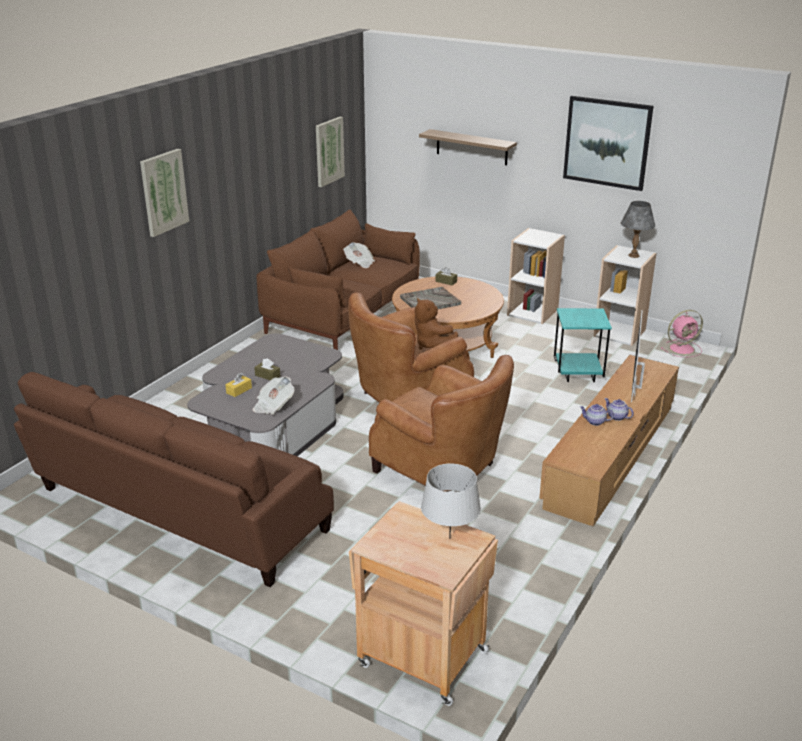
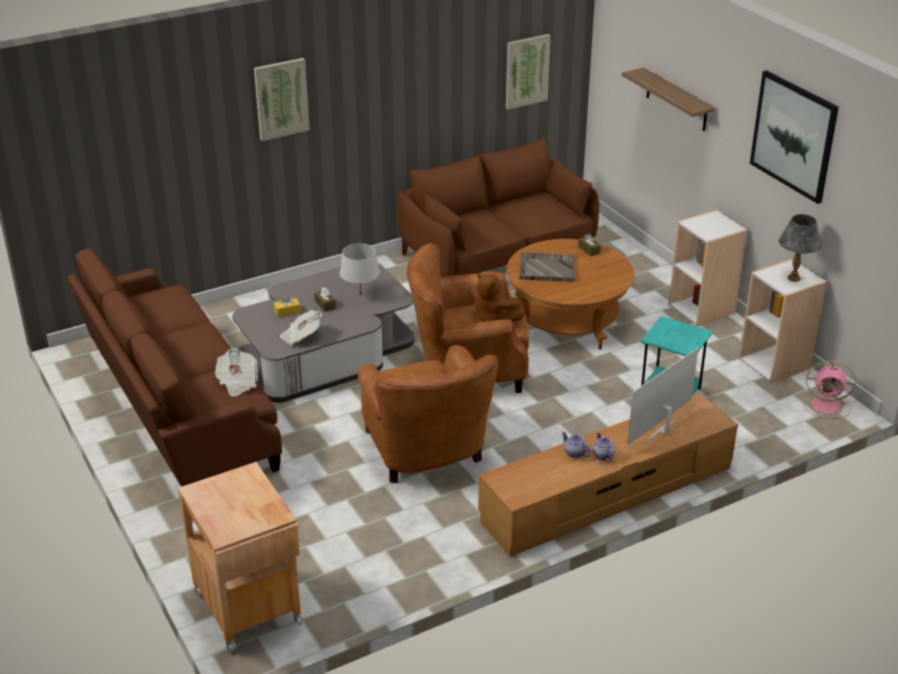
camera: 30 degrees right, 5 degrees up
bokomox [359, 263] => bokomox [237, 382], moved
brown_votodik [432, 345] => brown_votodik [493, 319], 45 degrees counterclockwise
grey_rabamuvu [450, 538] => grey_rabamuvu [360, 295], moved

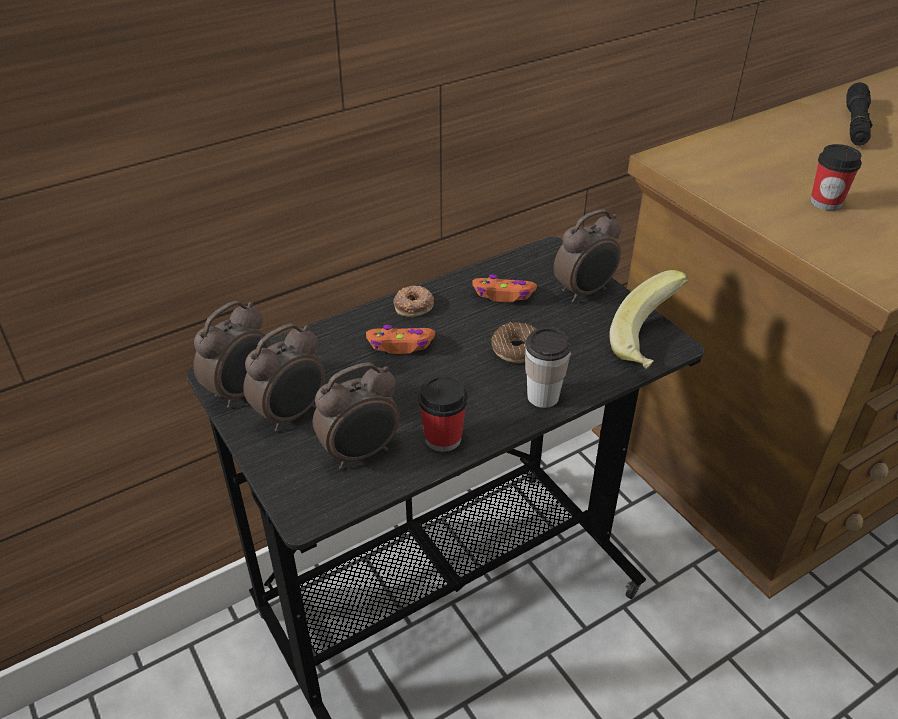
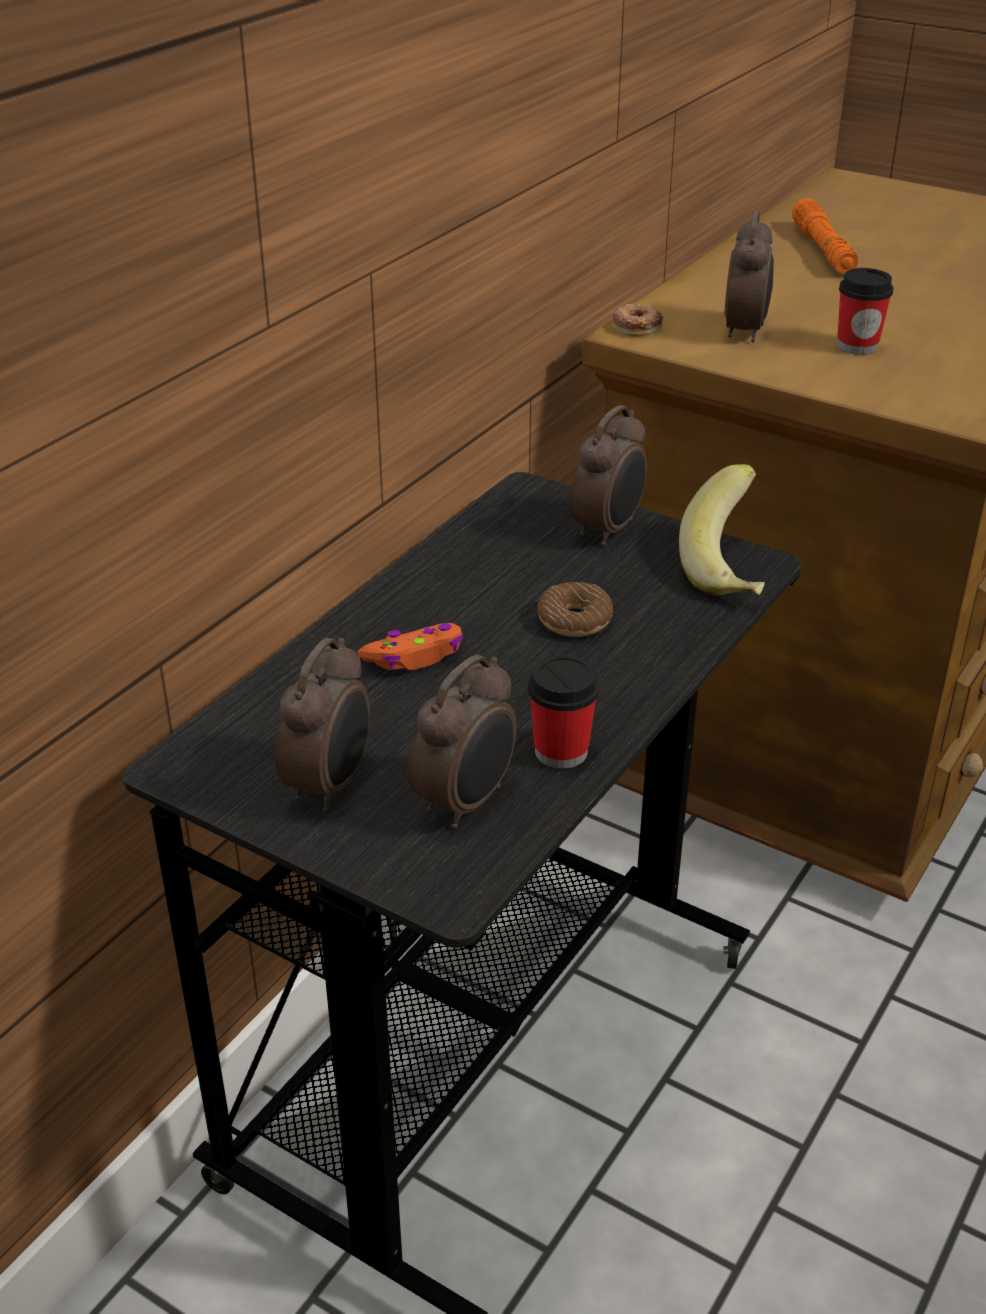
camera: 25 degrees left, 5 degrees down
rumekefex [242, 391] => rumekefex [745, 331], moved
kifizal [414, 305] => kifizal [637, 326], moved
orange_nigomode [503, 295] => nothing
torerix [543, 396] => nothing
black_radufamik [855, 124] => orange_radufamik [823, 250]

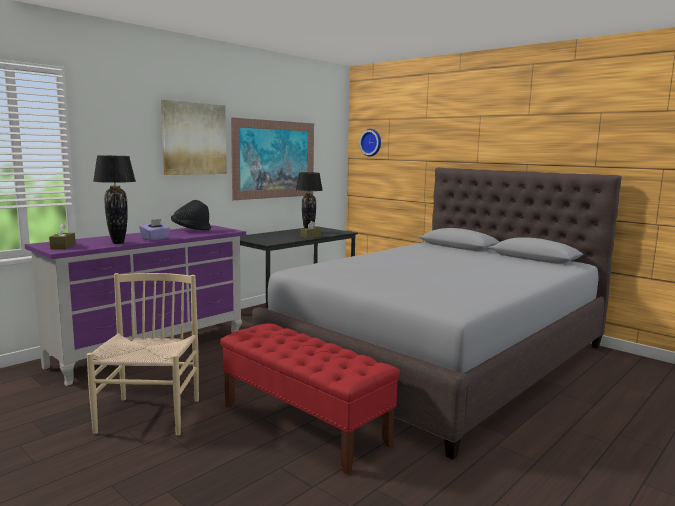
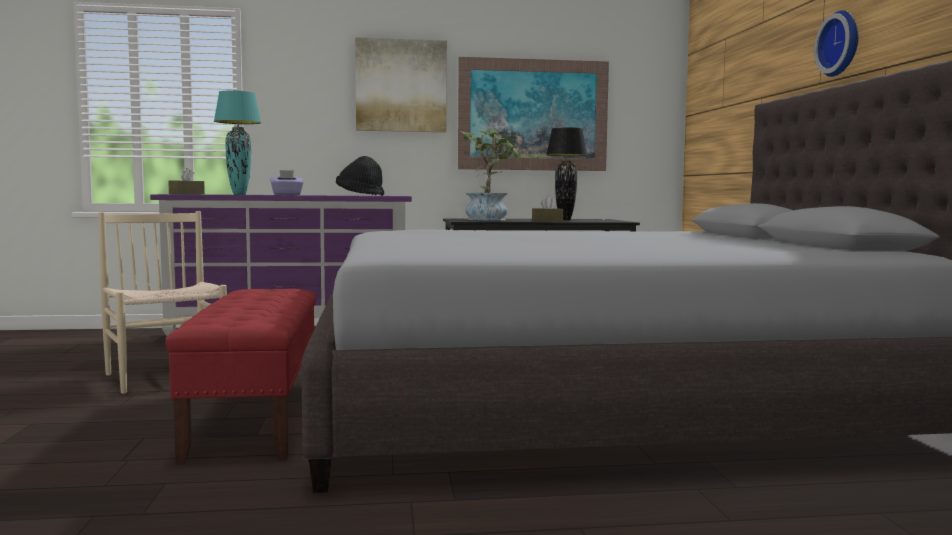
camera: 40 degrees right, 5 degrees down
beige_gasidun [151, 414] => beige_gasidun [165, 376], 75 degrees counterclockwise
black_rabamuvu [118, 243] => turquoise_rabamuvu [239, 194]
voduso [371, 142] => voduso [841, 44], moved
nothing => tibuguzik [490, 219]

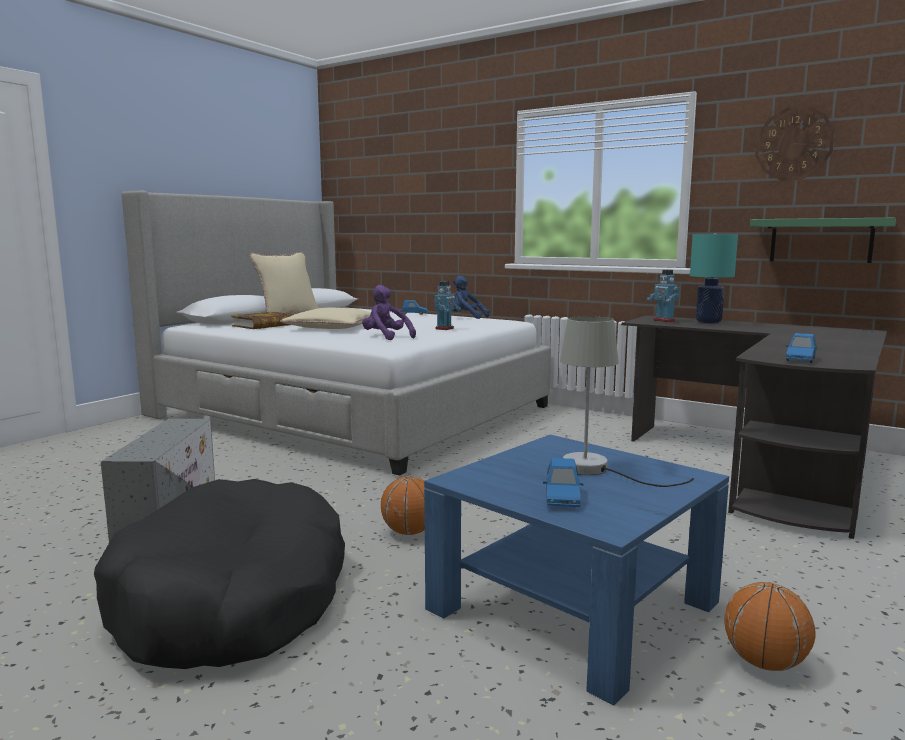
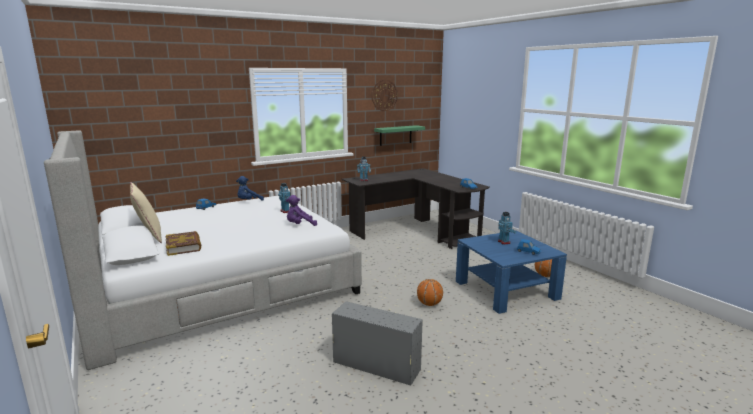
camera: 65 degrees left, 5 degrees up
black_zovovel [232, 599] => nothing
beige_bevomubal [332, 327] => nothing
grey_rabamuvu [598, 470] => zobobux [504, 242]
turquoise_rabamuvu [708, 322] => nothing

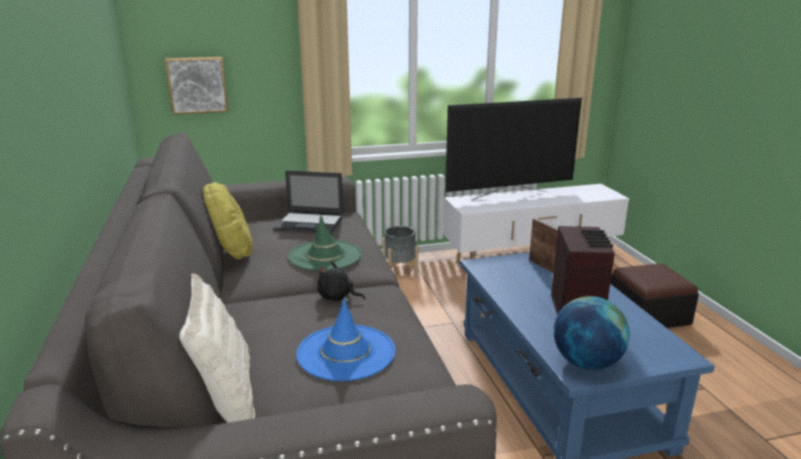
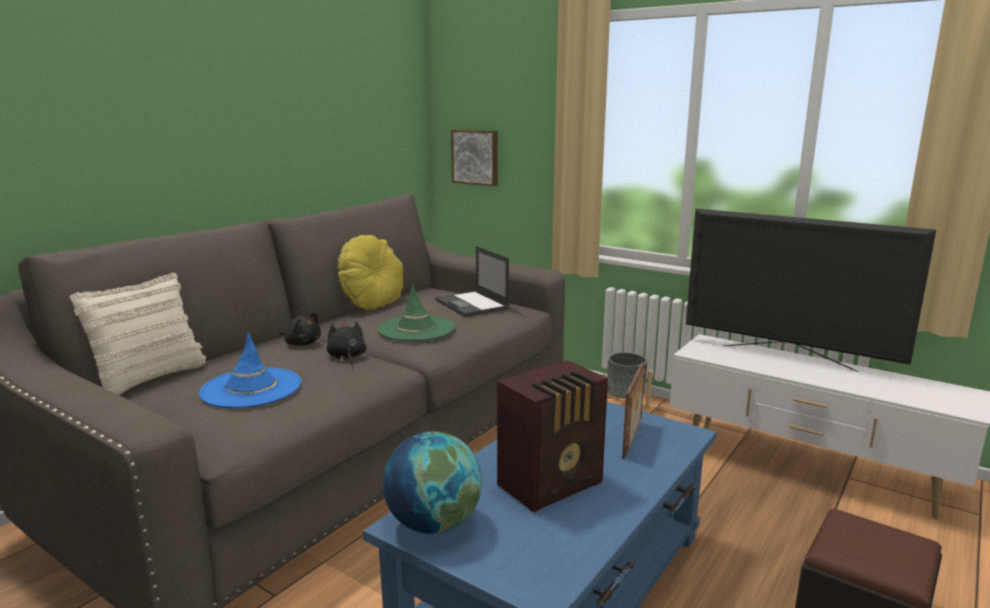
camera: 50 degrees right, 5 degrees down
nothing => black_votodik [302, 343]

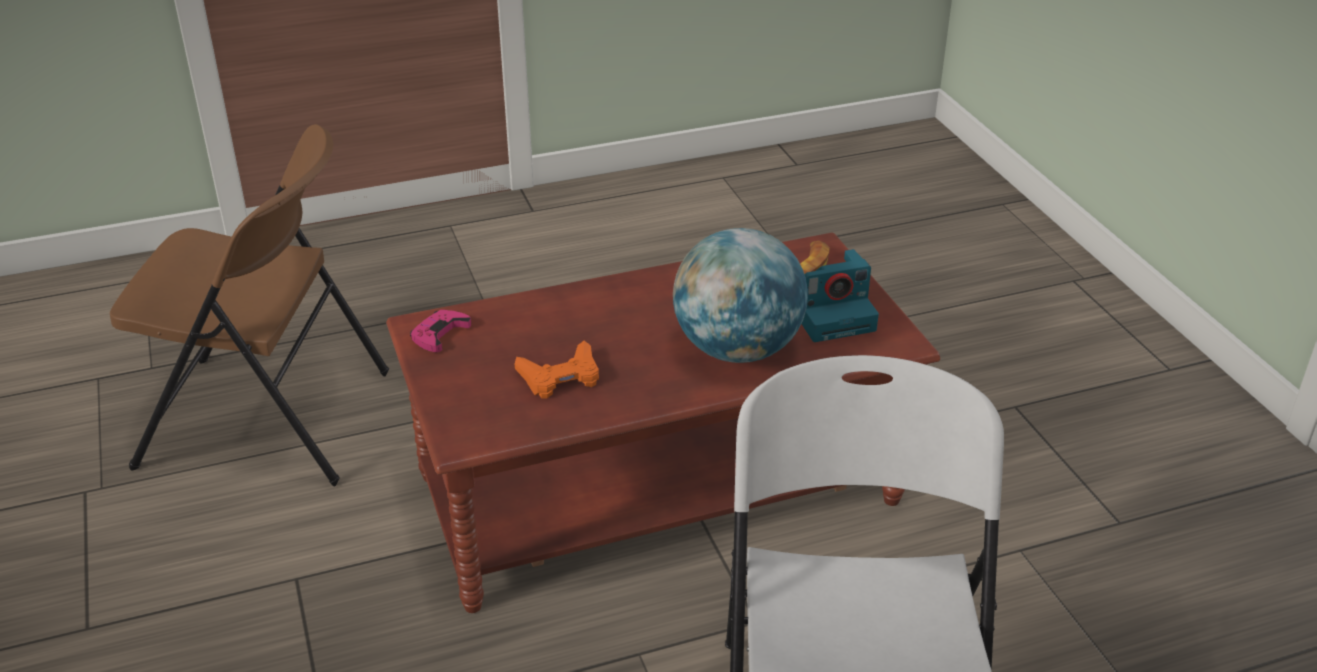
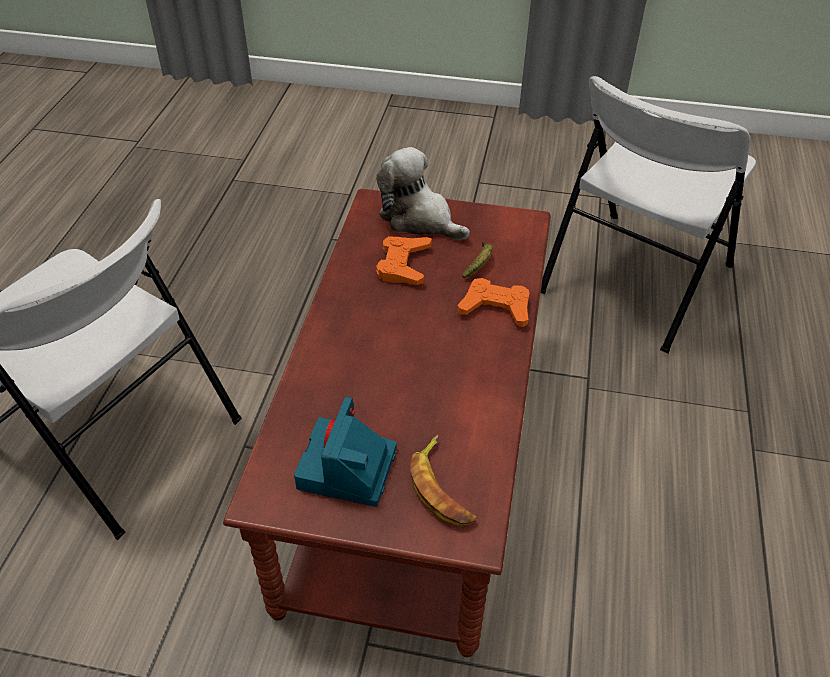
camera: 120 degrees right, 10 degrees up
brown_gasidun [265, 419] => white_gasidun [636, 278]
pink_nigomode [439, 334] => nothing
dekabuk [737, 349] => nothing
nothing => votodik [419, 219]
nothing => orange_nigomode [495, 308]
nothing => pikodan [479, 264]

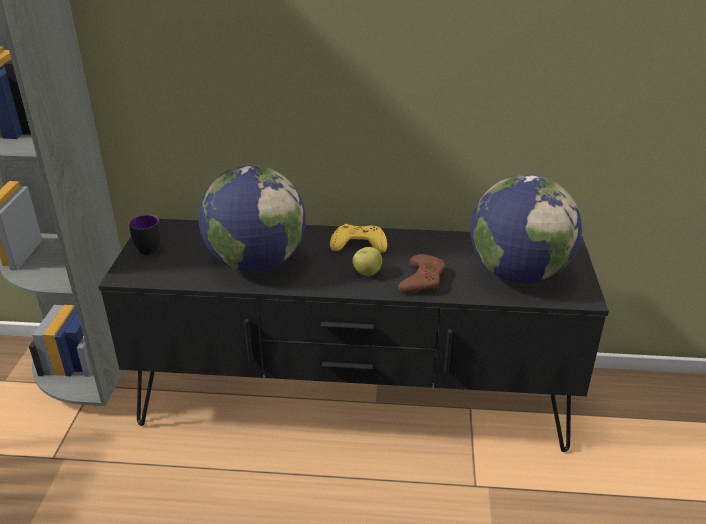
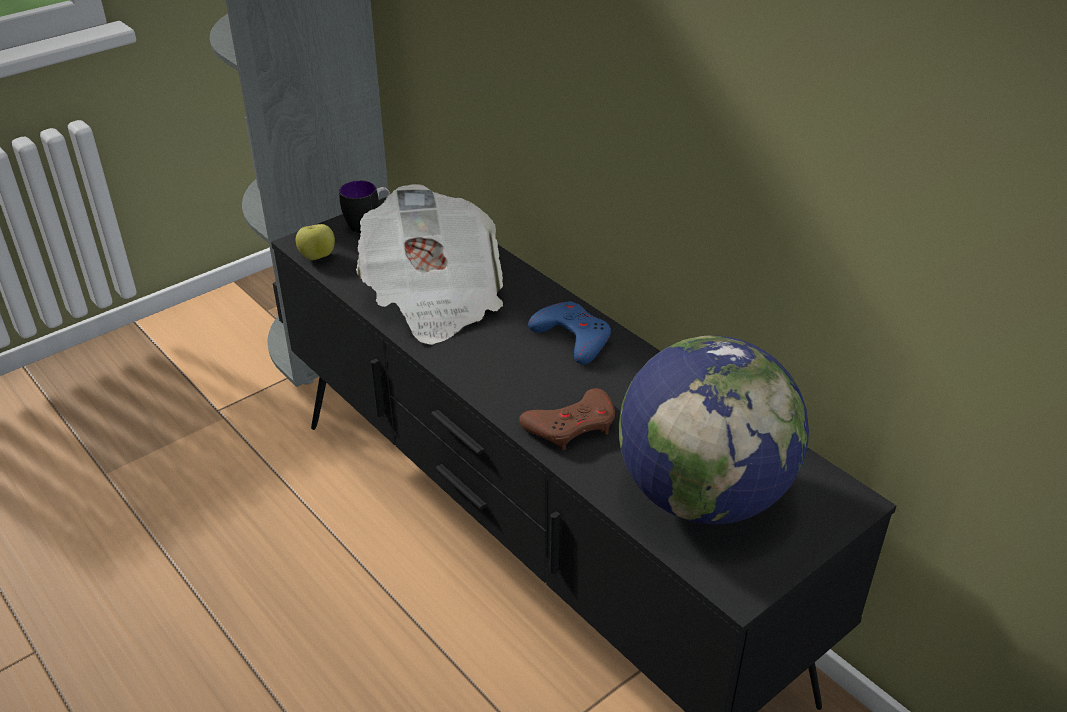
camera: 45 degrees right, 5 degrees up
dekabuk [256, 263] => bokomox [433, 298]
yellow_nigomode [358, 244] => blue_nigomode [572, 338]
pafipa [367, 273] => pafipa [317, 257], moved

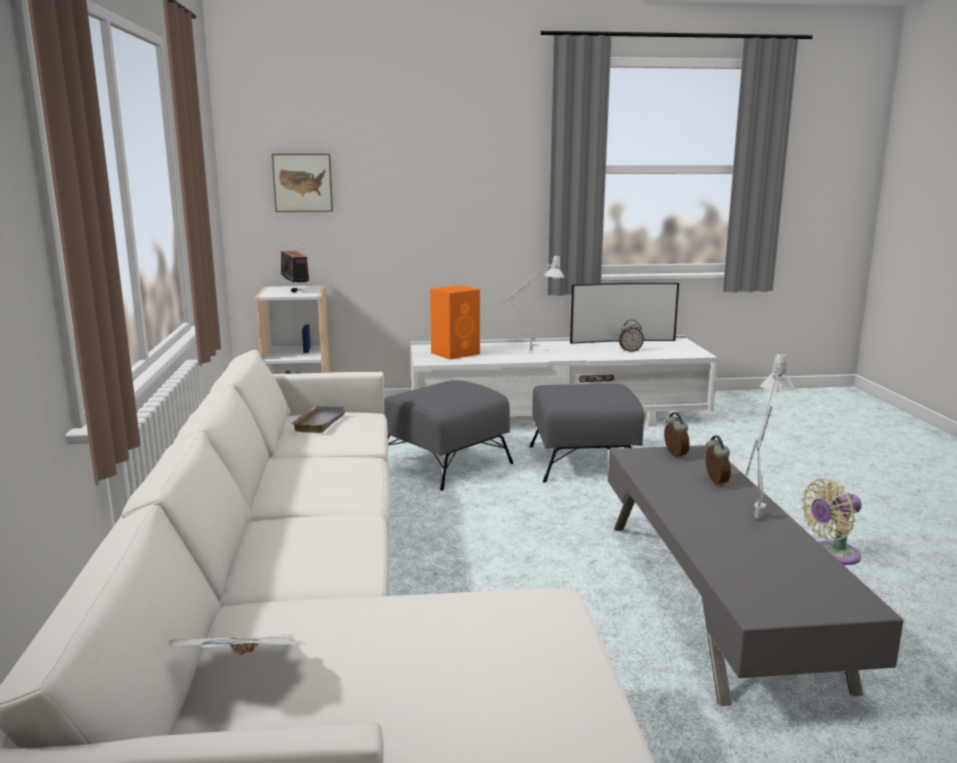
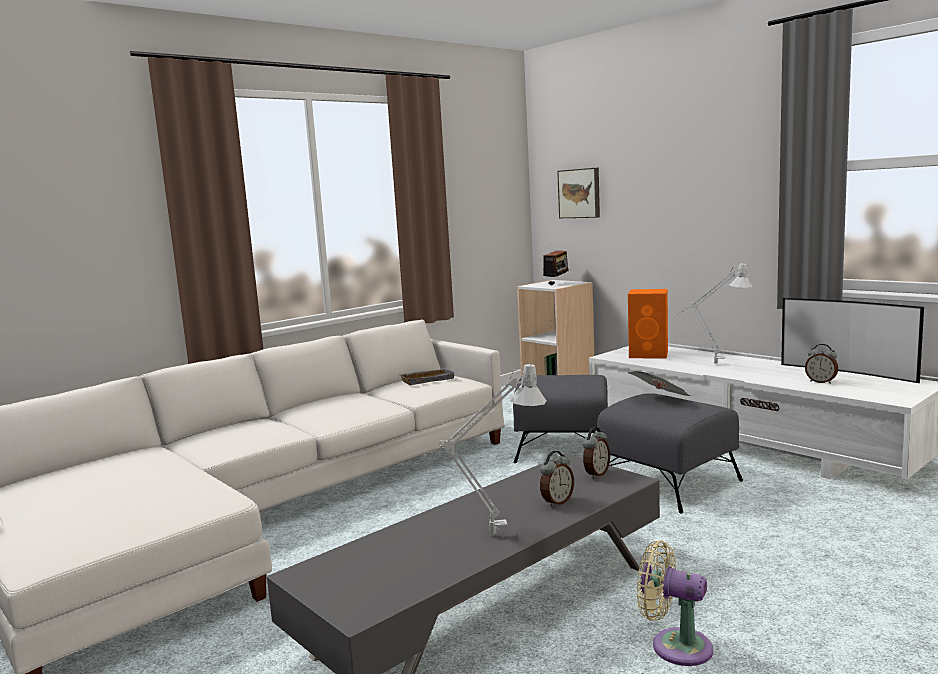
camera: 55 degrees right, 5 degrees down
bokomox [247, 671] => bokomox [661, 400], moved

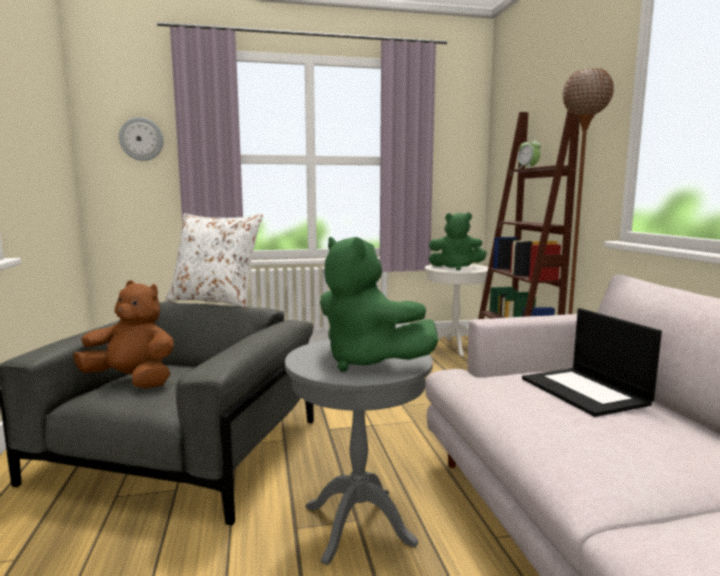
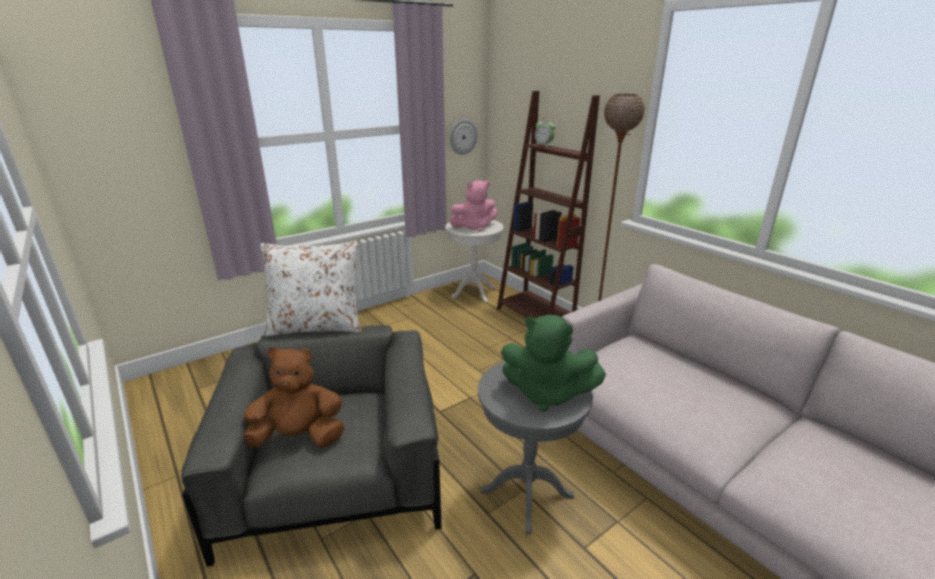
camera: 25 degrees left, 15 degrees up
voduso [141, 139] => voduso [462, 137], moved
green_votodik [456, 268] => pink_votodik [474, 227]
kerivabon [585, 391] => nothing

